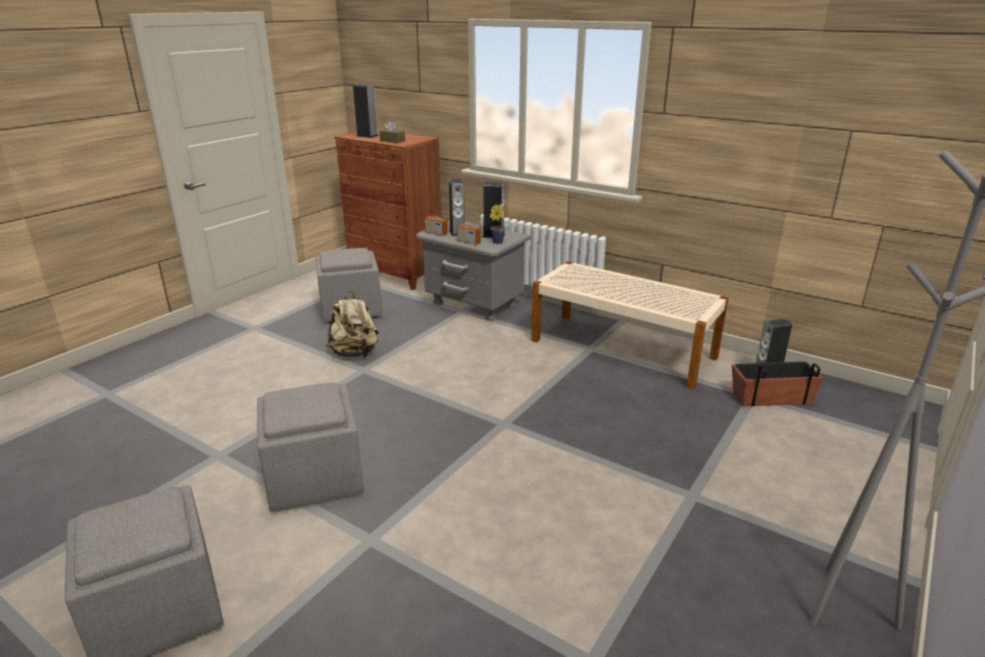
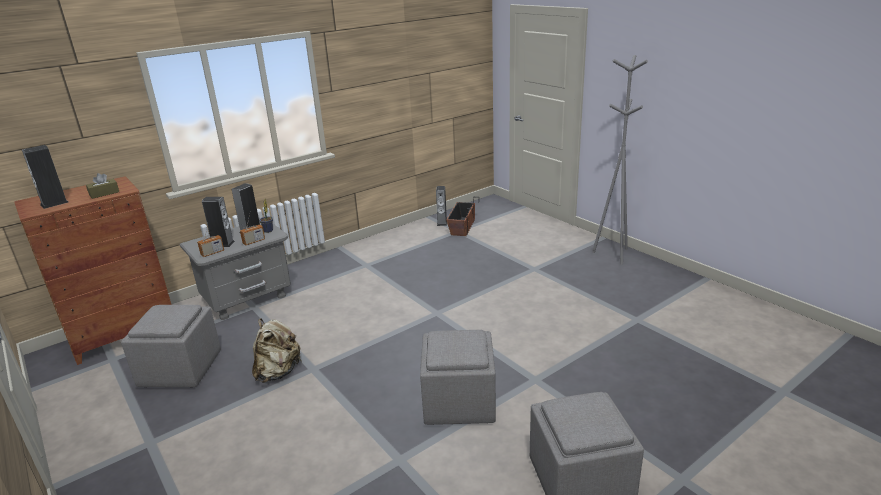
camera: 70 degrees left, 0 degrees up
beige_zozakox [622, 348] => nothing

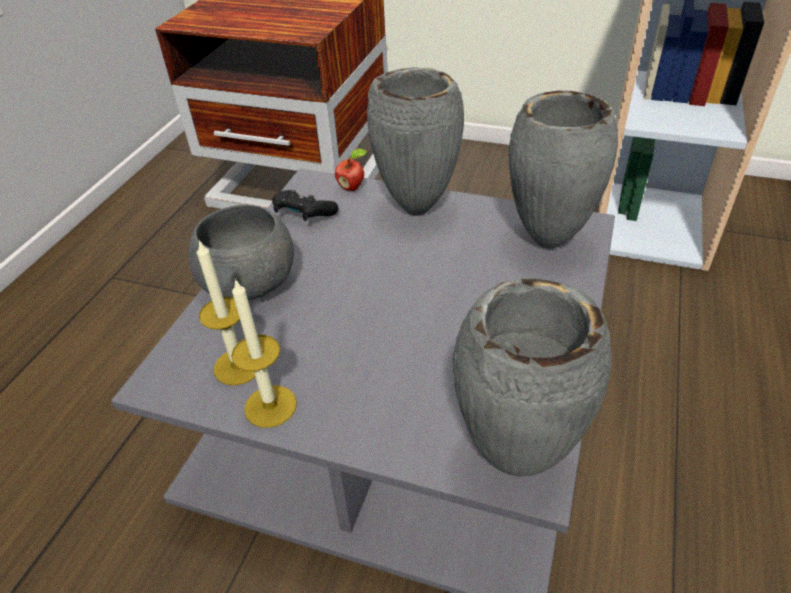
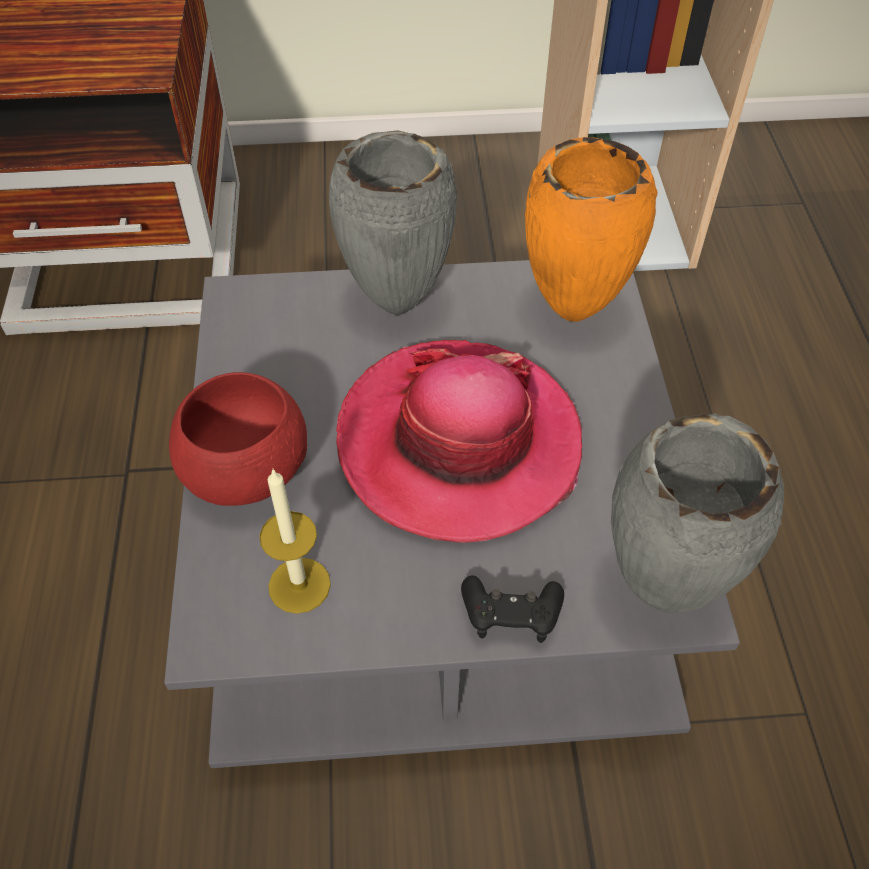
camera: 25 degrees left, 10 degrees up
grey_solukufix [251, 287] => red_solukufix [249, 474]
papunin [270, 406] => nothing
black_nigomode [304, 216] => black_nigomode [510, 617], moved
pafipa [352, 187] => nothing
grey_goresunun [546, 243] => orange_goresunun [571, 313]
nothing => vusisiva [459, 443]

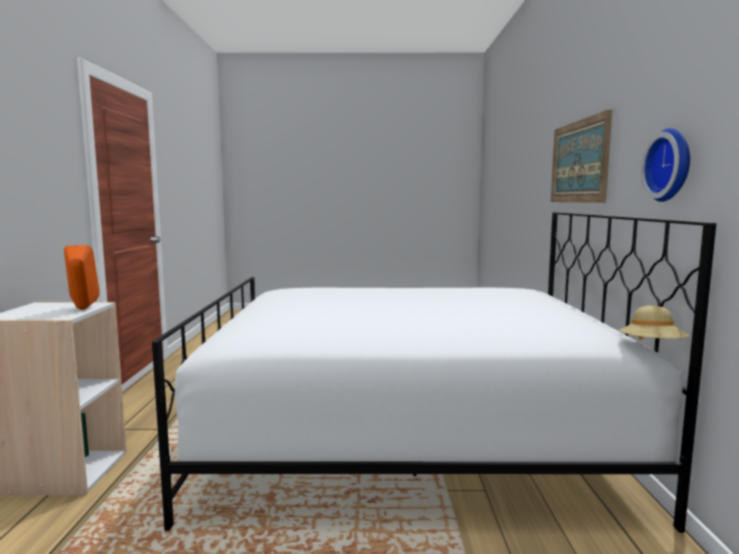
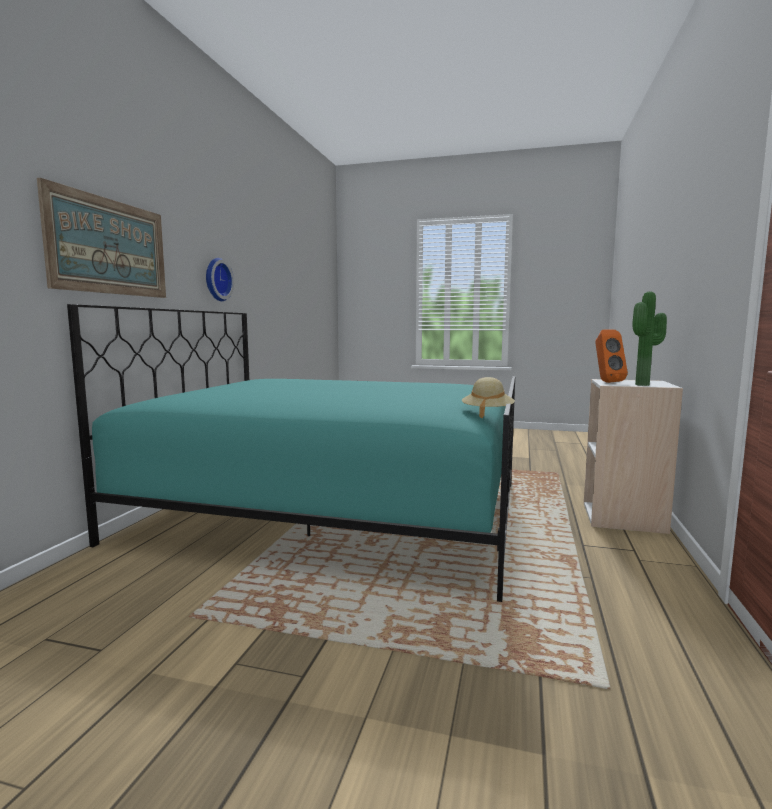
camera: 165 degrees left, 0 degrees up
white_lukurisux [410, 438] => turquoise_lukurisux [333, 511]
beige_vusisiva [652, 347] => beige_vusisiva [487, 413], moved
nothing => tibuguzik [645, 385]

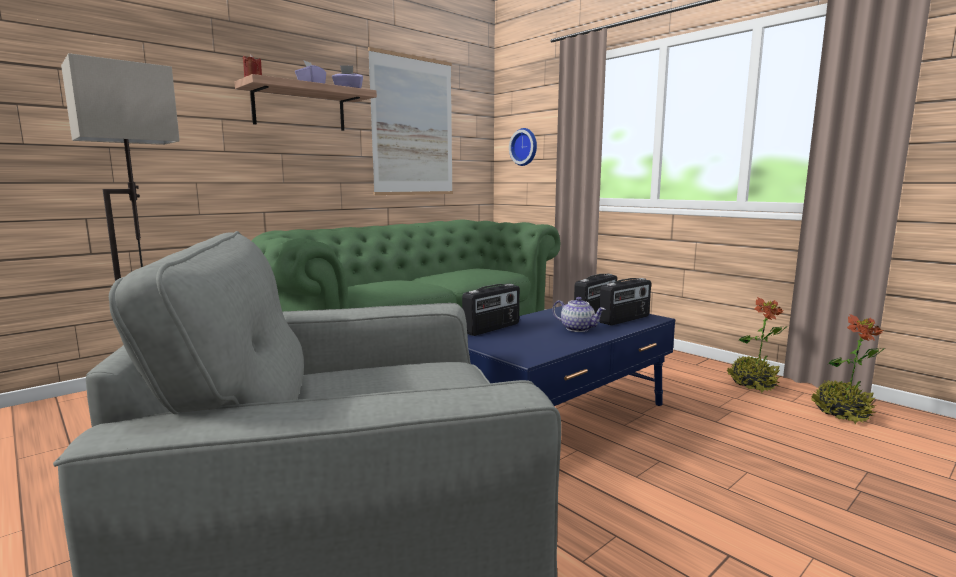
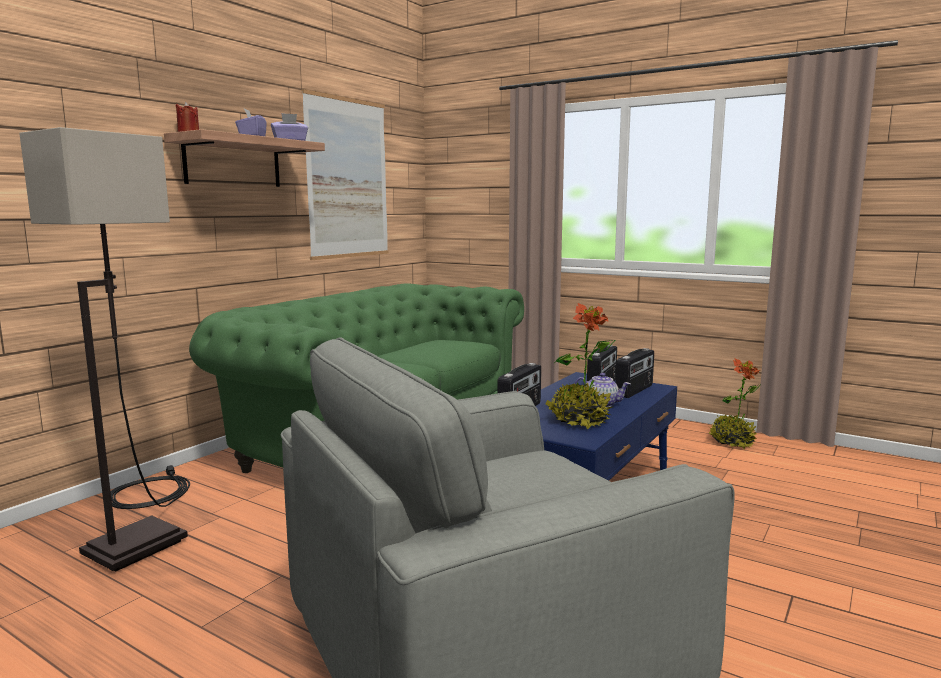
camera: 15 degrees left, 0 degrees up
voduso [525, 147] => nothing
tibuguzik [841, 413] => tibuguzik [579, 420], moved

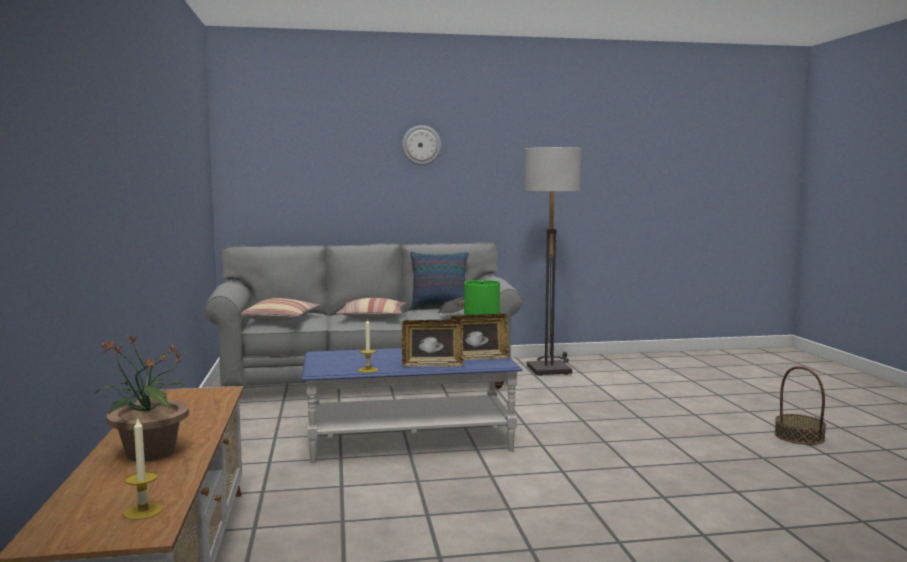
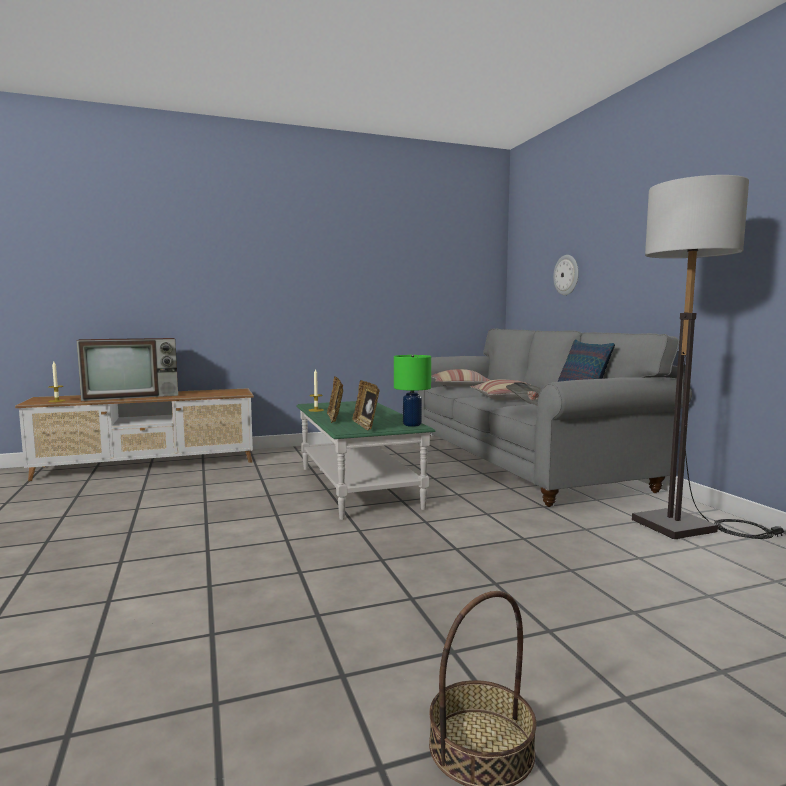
camera: 80 degrees right, 0 degrees up
tibuguzik [149, 453] => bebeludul [133, 396]
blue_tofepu [409, 440] => green_tofepu [357, 487]
voduso [421, 145] => voduso [566, 275], moved

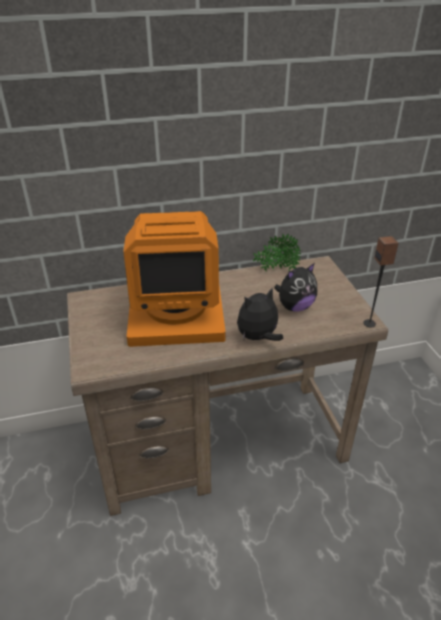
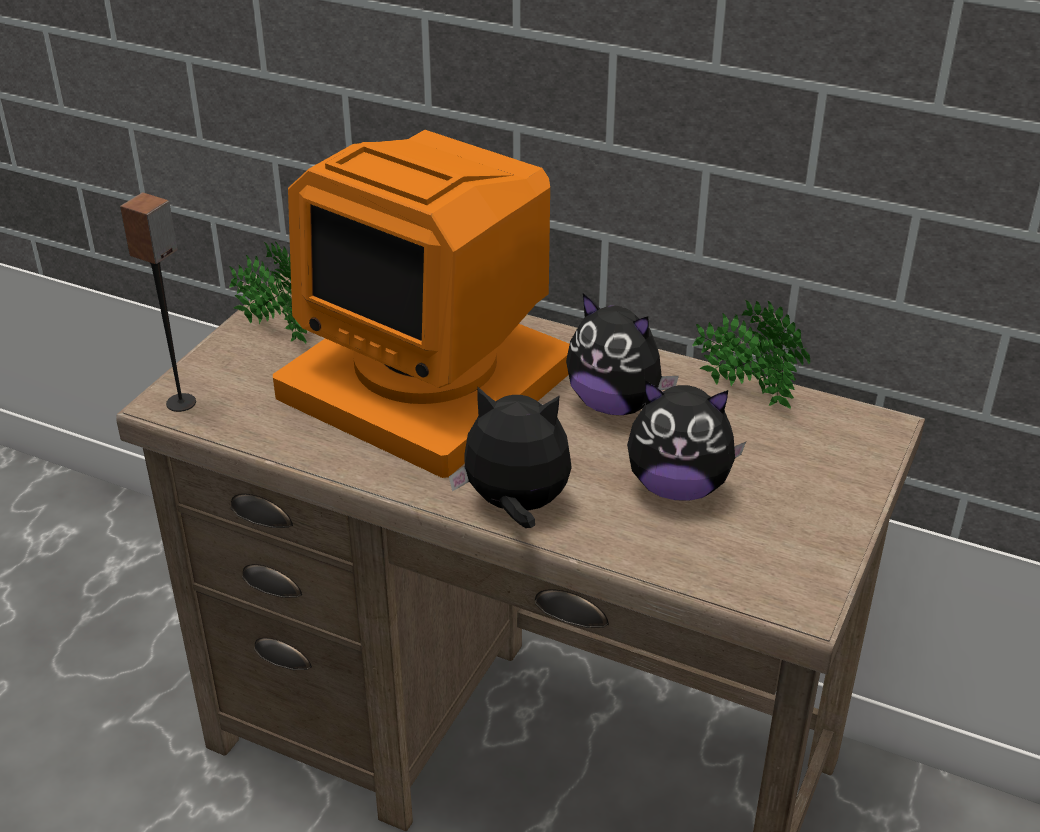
camera: 40 degrees right, 0 degrees up
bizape [369, 323] => bizape [181, 403], moved
nothing => tibuguzik [277, 329]
nothing => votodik [615, 404]

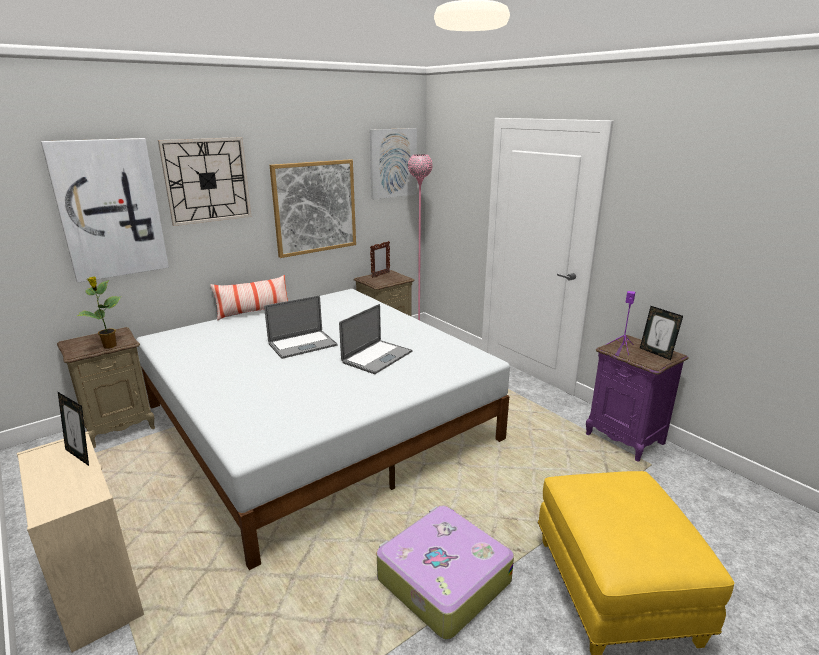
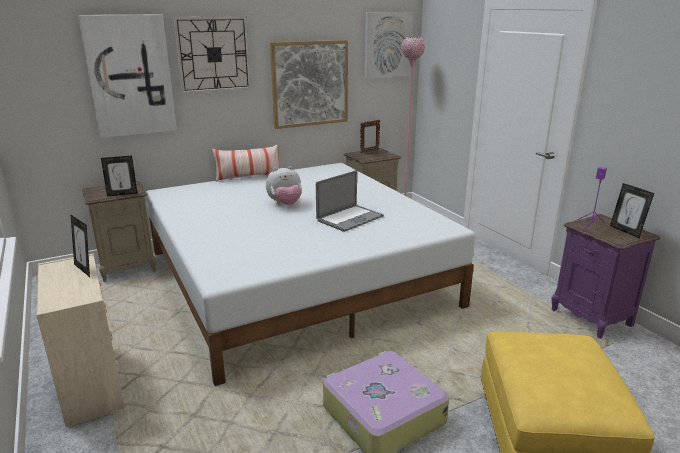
camera: 10 degrees right, 0 degrees up
tibuguzik [109, 346] => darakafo [122, 194]
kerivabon [302, 344] => votodik [285, 204]

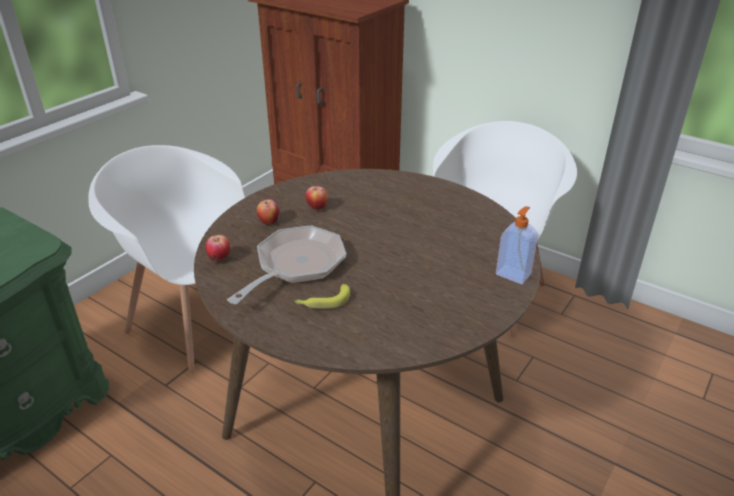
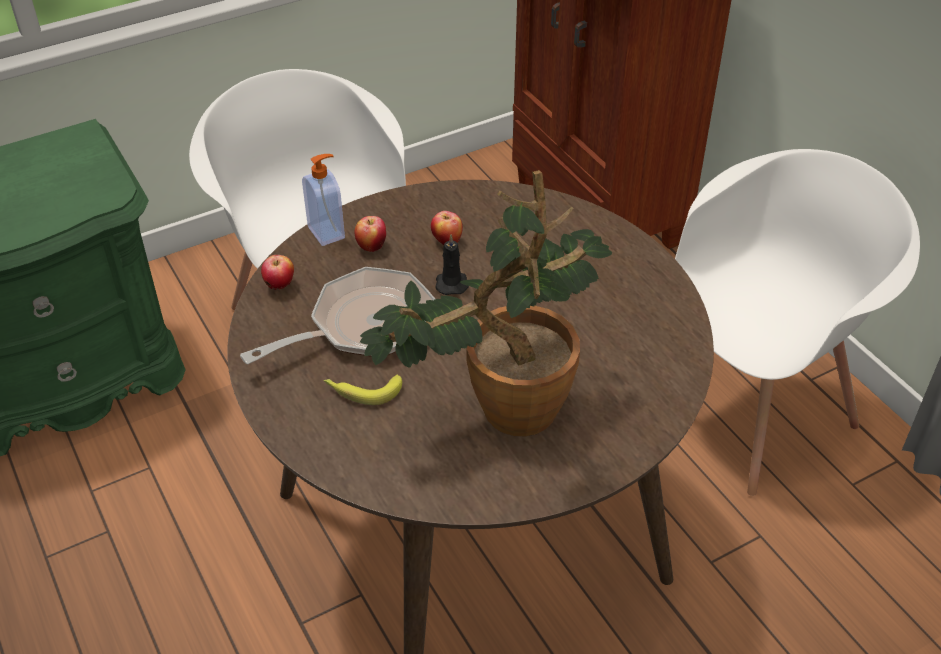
camera: 25 degrees right, 10 degrees up
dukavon [513, 274] => dukavon [327, 232], moved
nothing => tibuguzik [499, 410]
nothing => black_papunin [451, 283]

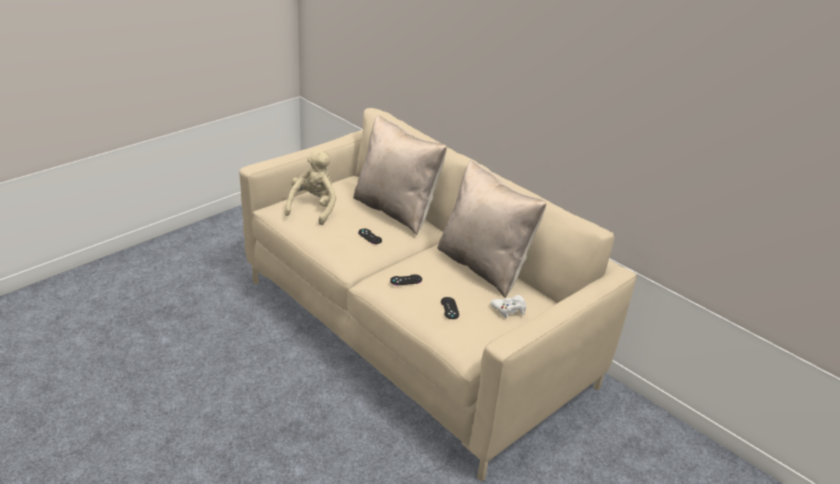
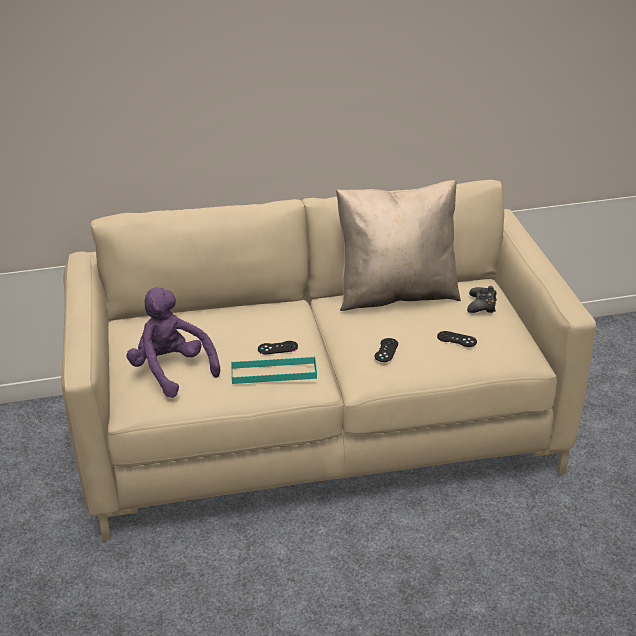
camera: 55 degrees left, 0 degrees up
beige_votodik [314, 208] => purple_votodik [171, 371]
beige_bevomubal [396, 210] => nothing
white_nigomode [509, 309] => black_nigomode [481, 305]
nothing => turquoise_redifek [273, 373]

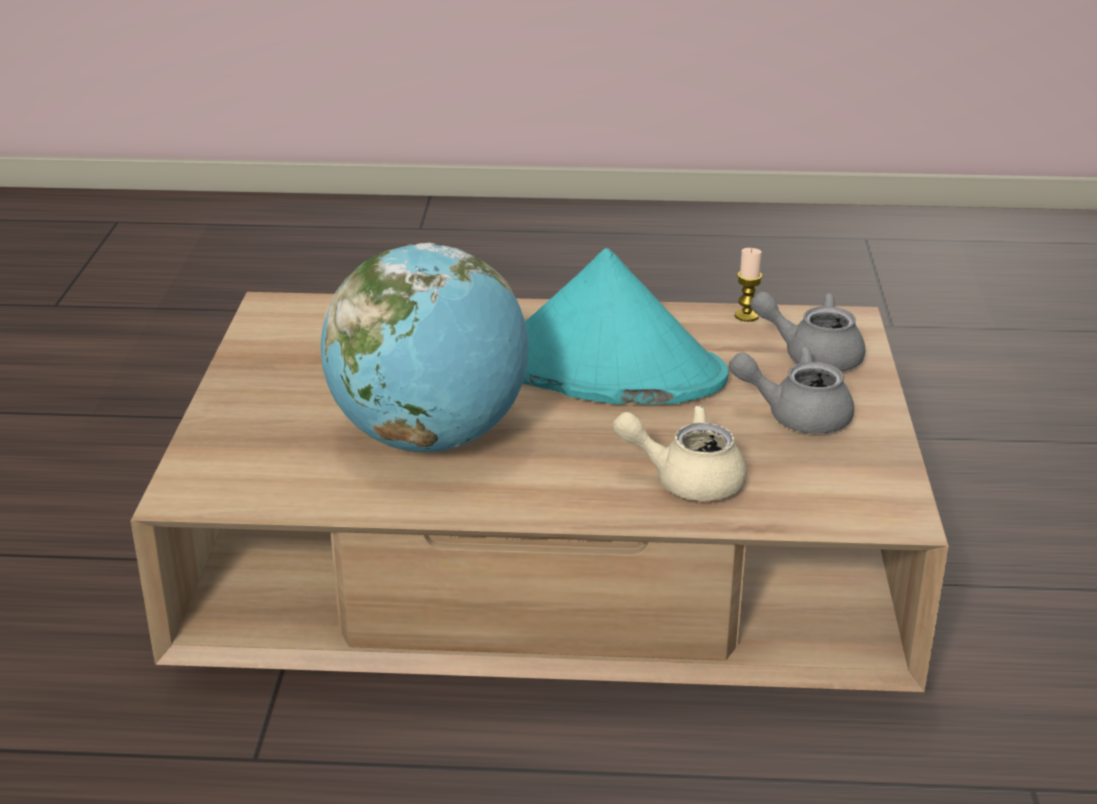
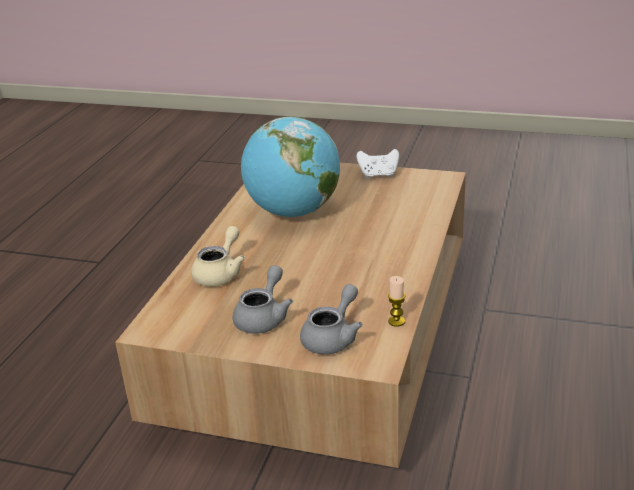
camera: 105 degrees right, 0 degrees up
turquoise_vusisiva [608, 370] => nothing
nothing => white_nigomode [378, 175]

